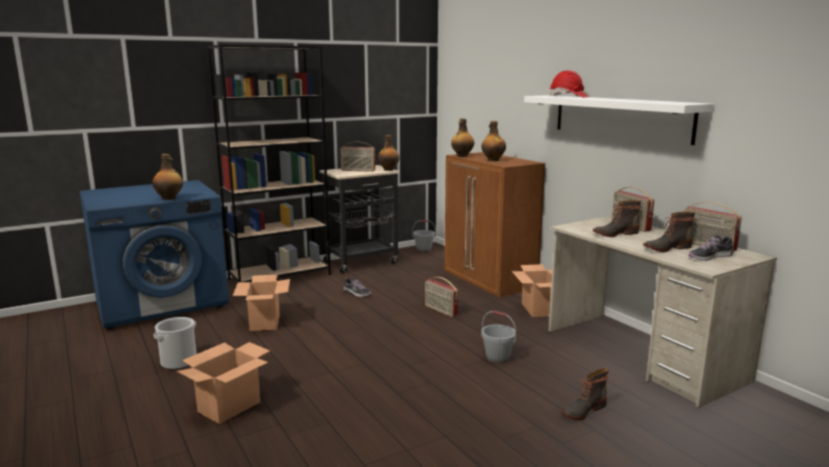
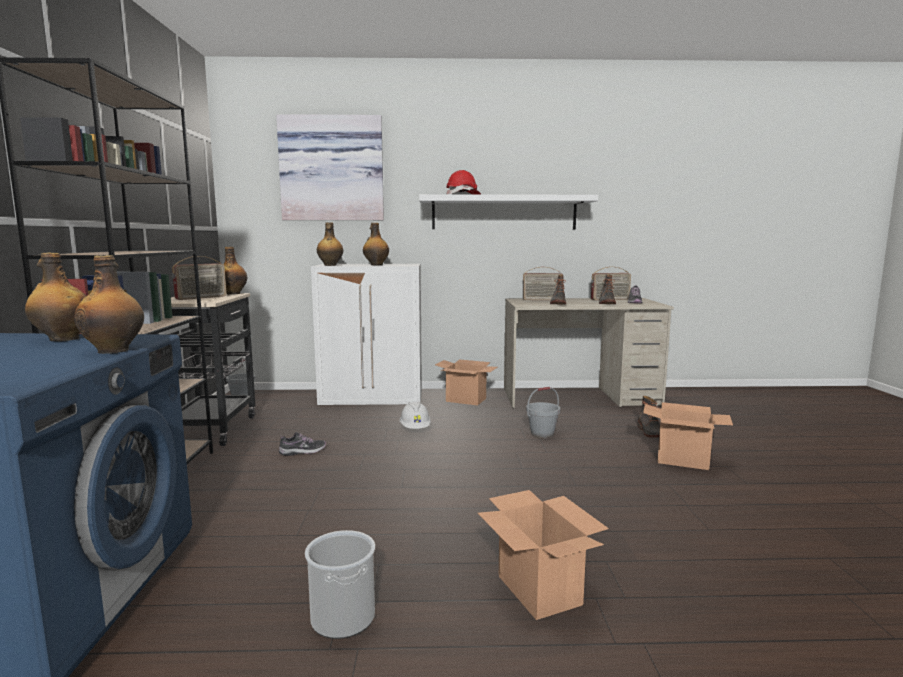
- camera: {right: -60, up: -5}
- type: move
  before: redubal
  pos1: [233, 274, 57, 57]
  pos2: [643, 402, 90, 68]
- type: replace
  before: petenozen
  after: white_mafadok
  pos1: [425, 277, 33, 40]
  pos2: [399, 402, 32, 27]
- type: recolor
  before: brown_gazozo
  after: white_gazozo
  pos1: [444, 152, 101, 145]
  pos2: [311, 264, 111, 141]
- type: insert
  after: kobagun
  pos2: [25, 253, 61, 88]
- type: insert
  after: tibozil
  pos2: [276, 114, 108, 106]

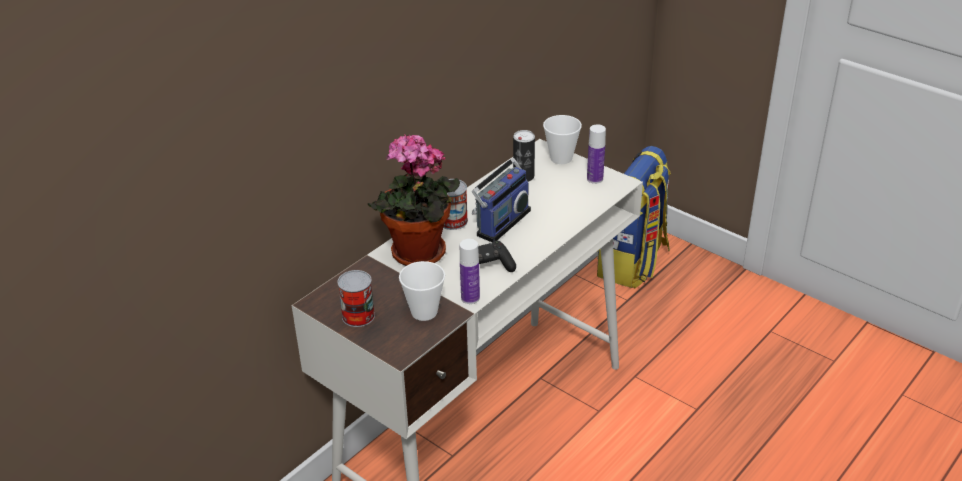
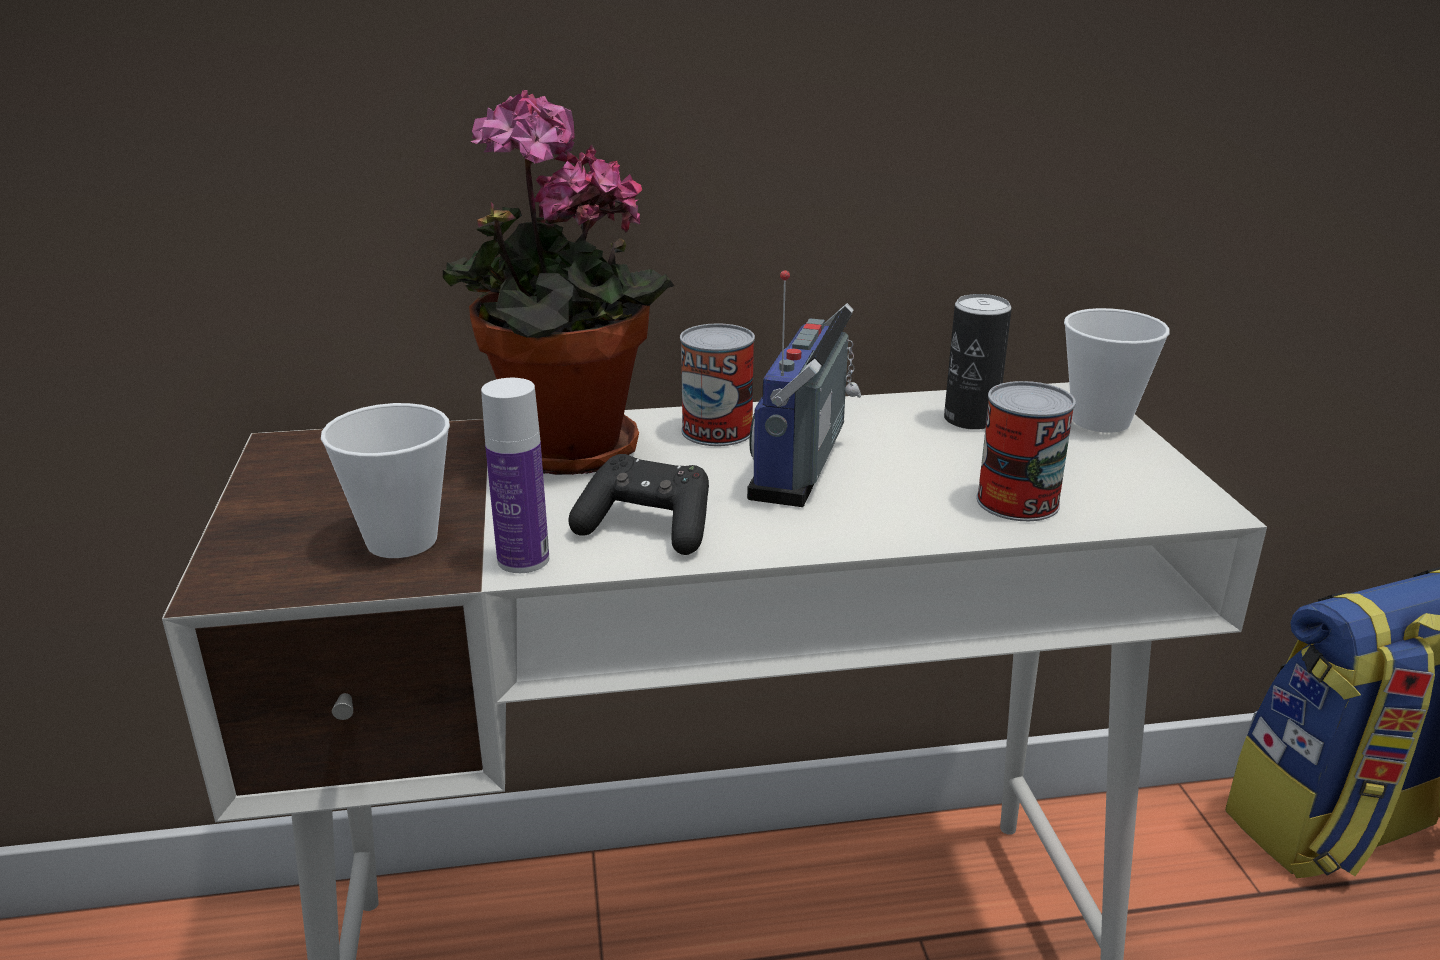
- camera: {right: 40, up: -10}
- type: move
  before: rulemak
  pos1: [338, 270, 37, 57]
  pos2: [976, 381, 100, 140]
- type: rotate
  before: petenozen
  pos1: [472, 137, 59, 105]
  pos2: [747, 270, 114, 237]
  turn: 120
- type: delete
  before: kobagun
  pos1: [587, 125, 19, 59]

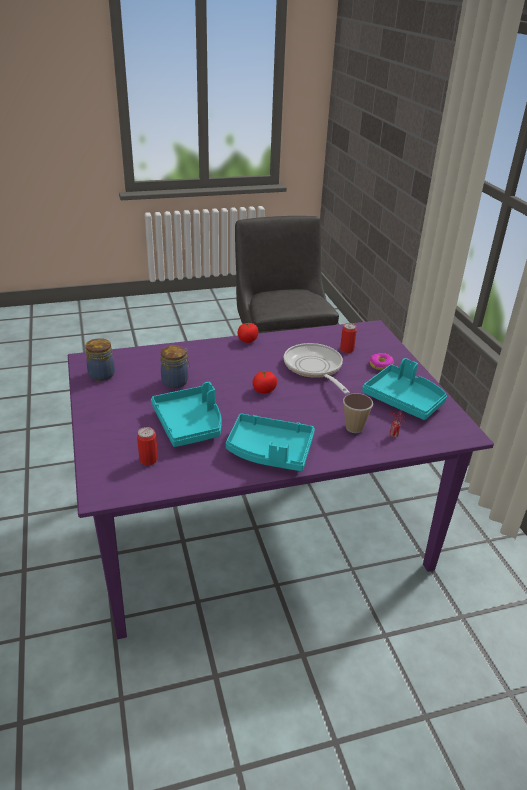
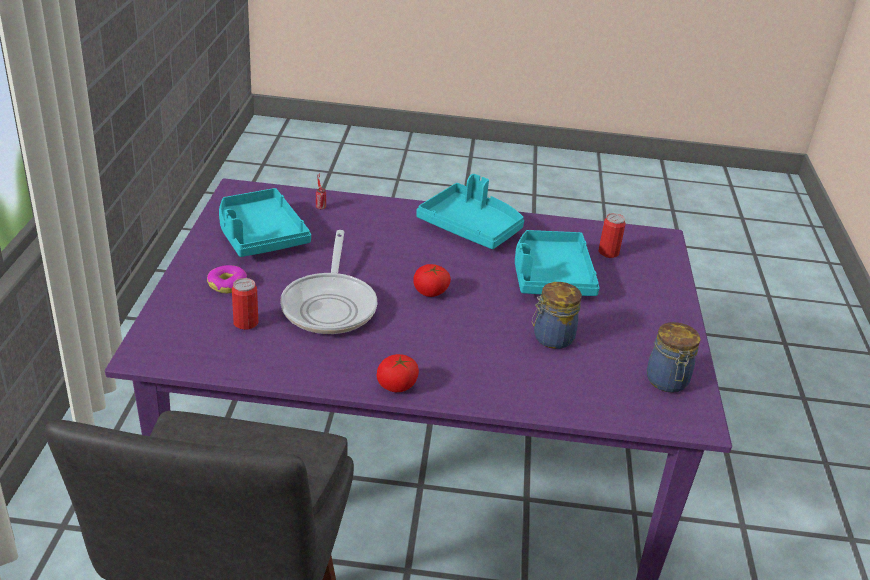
- camera: {right: -160, up: 0}
- type: delete
  before: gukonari
  pos1: [343, 393, 30, 40]

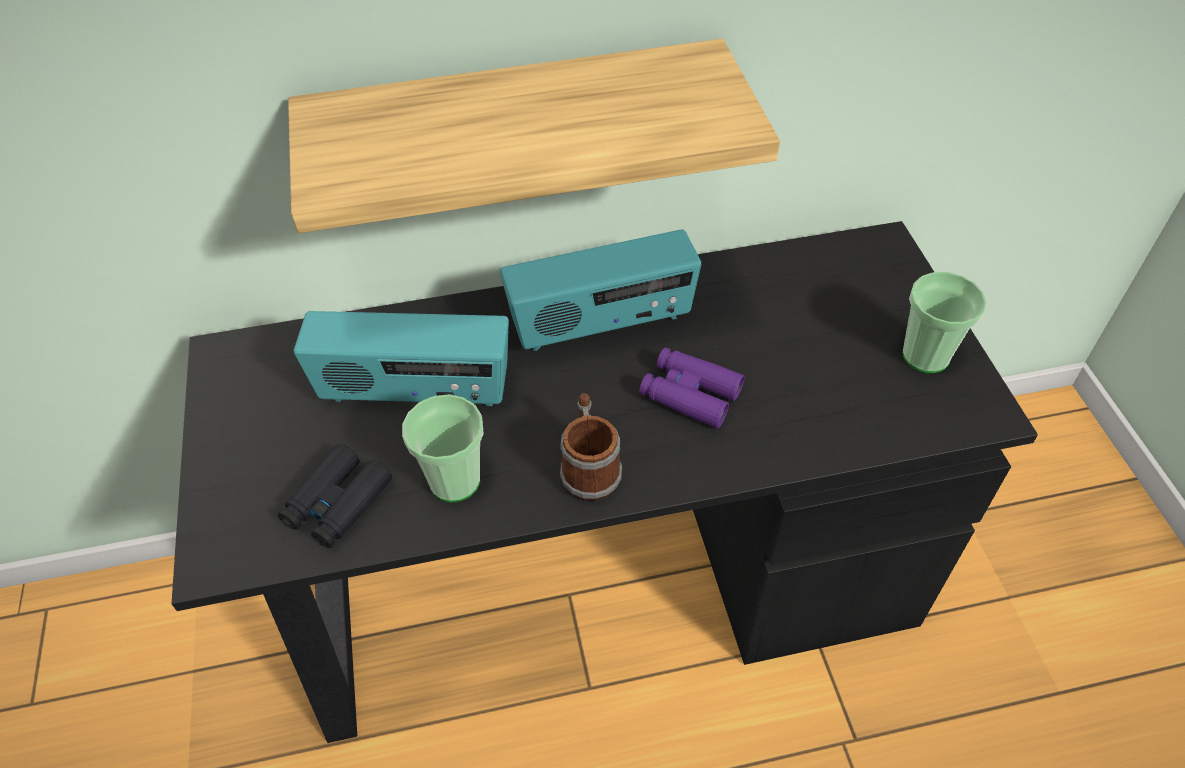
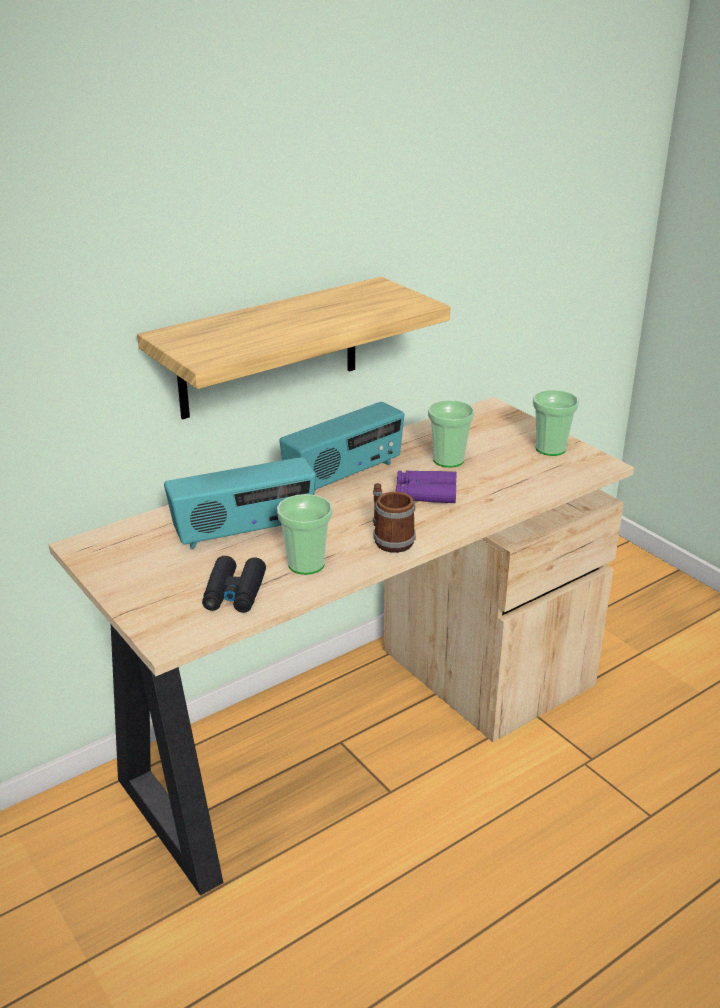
- camera: {right: -25, up: -20}
- type: recolor
  before: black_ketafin
  after: beige_ketafin
  pos1: [171, 221, 867, 522]
  pos2: [49, 397, 585, 498]
- type: insert
  after: gukonari
  pos2: [428, 400, 47, 68]

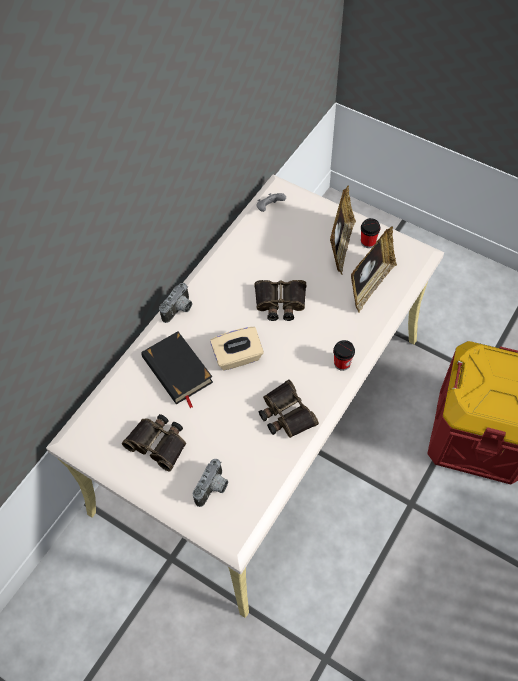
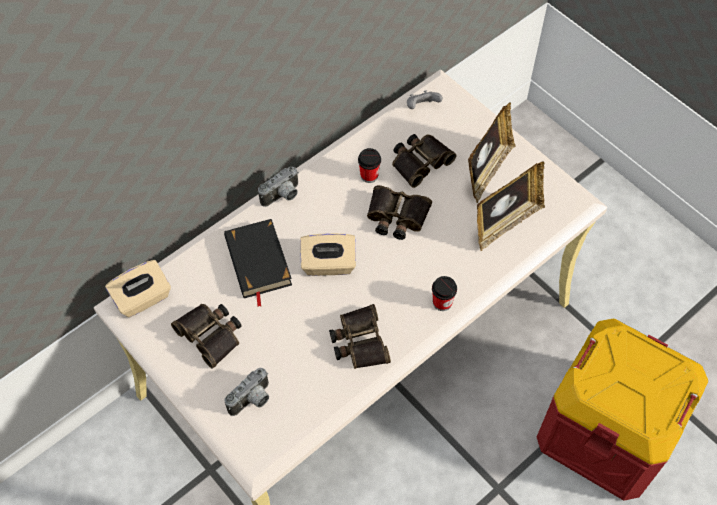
- camera: {right: 15, up: 0}
- type: move
  before: gukonari
  pos1: [361, 218, 19, 30]
  pos2: [358, 148, 23, 35]
- type: insert
  after: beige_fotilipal
  pos2: [105, 260, 66, 58]
- type: insert
  after: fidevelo
  pos2: [392, 134, 64, 54]

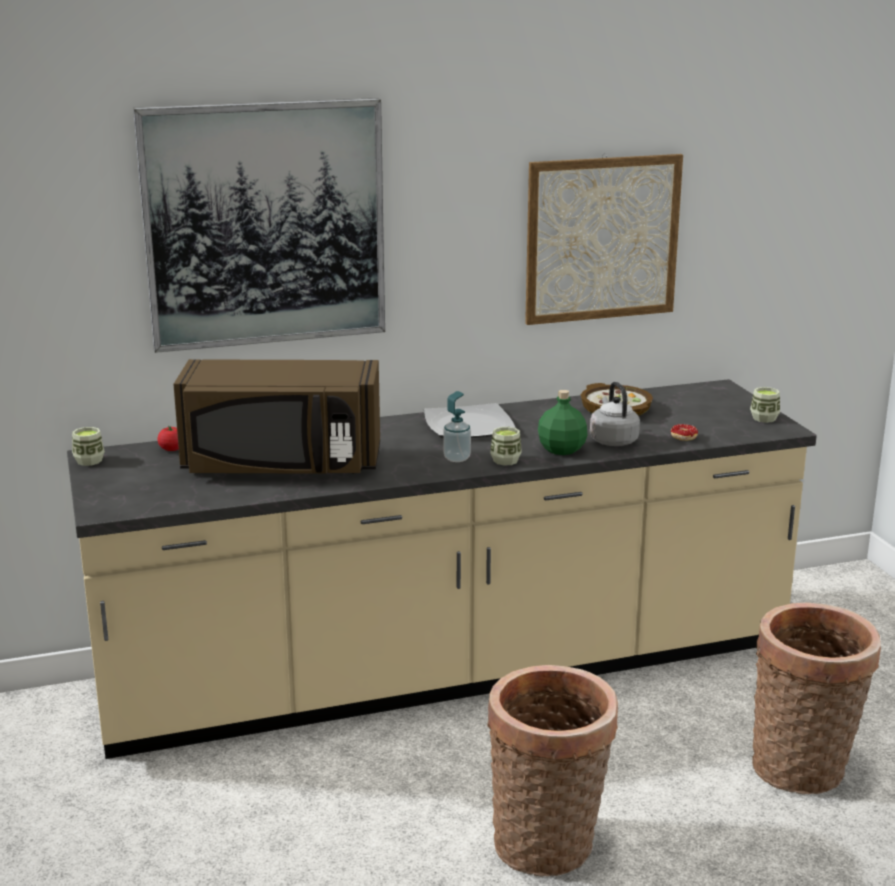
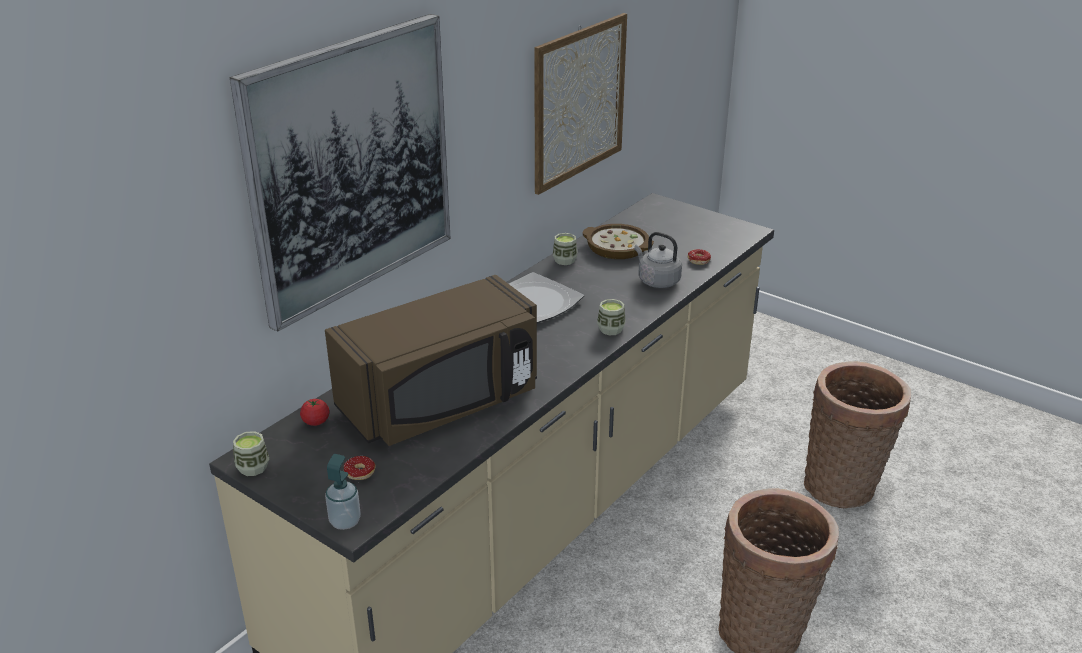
- camera: {right: -35, up: 10}
- type: move
  before: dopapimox
  pos1: [443, 391, 28, 71]
  pos2: [325, 454, 36, 76]
- type: delete
  before: green_kobagun
  pos1: [538, 390, 50, 65]
- type: move
  before: gukonari
  pos1: [750, 387, 30, 36]
  pos2: [553, 233, 24, 32]
- type: insert
  after: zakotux
  pos2: [344, 456, 32, 24]

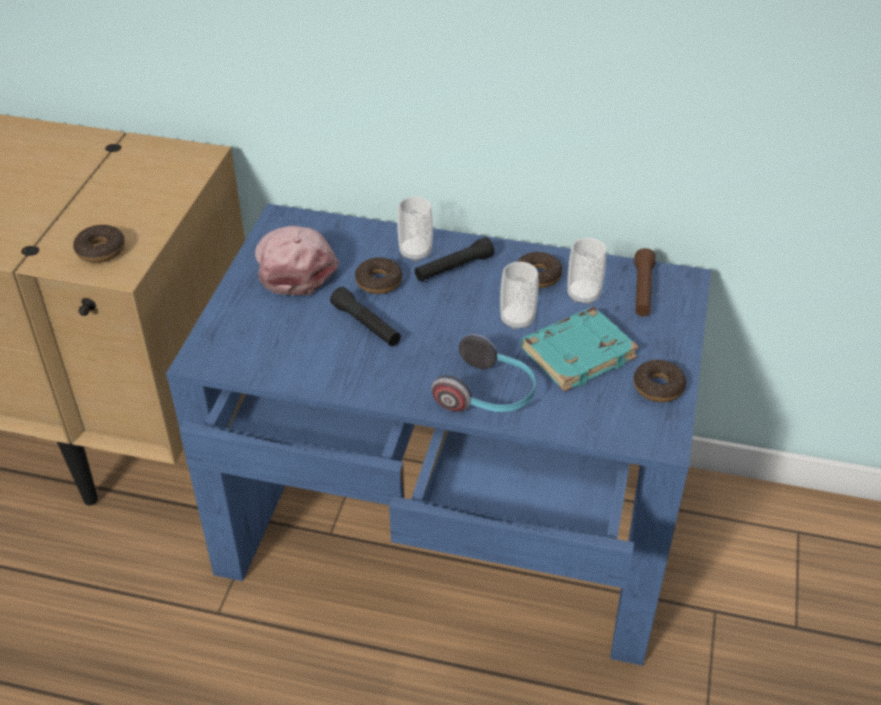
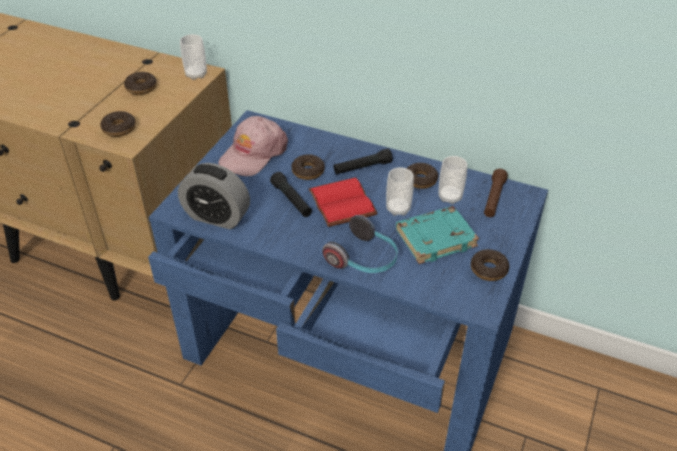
- camera: {right: 10, up: 0}
- type: rotate
  before: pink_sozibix
  pos1: [255, 226, 84, 70]
  pos2: [218, 116, 70, 60]
  turn: -135
- type: move
  before: gukonari
  pos1: [397, 196, 36, 66]
  pos2: [180, 34, 27, 46]
- type: insert
  after: zakotux
  pos2: [124, 72, 33, 23]
- type: insert
  after: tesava
  pos2: [178, 163, 72, 66]
- type: insert
  after: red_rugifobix
  pos2: [309, 177, 69, 50]

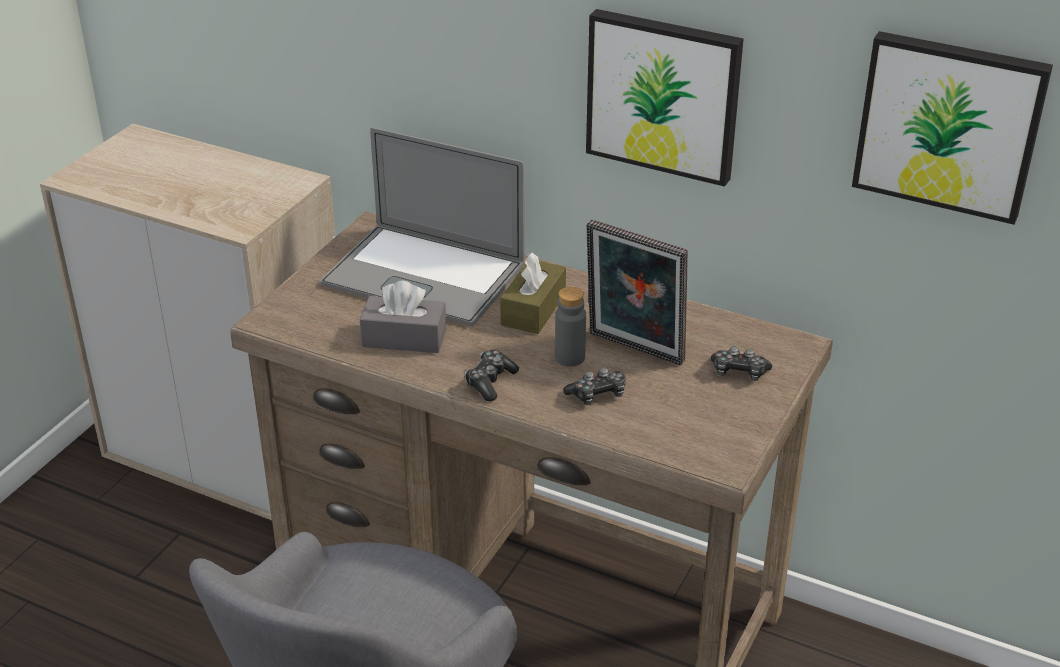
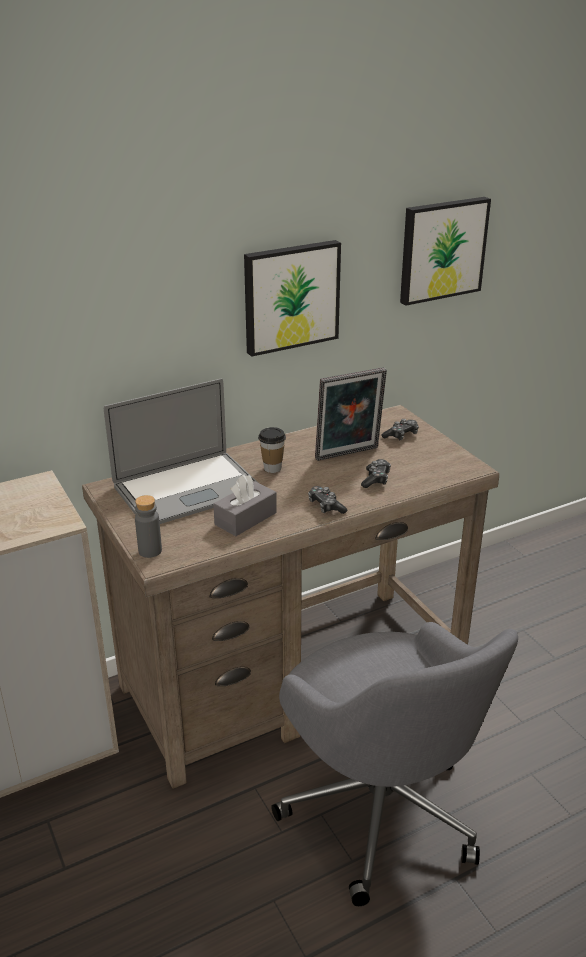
- camera: {right: -55, up: -5}
- type: replace
  before: brown_fotilipal
  after: gukonari
  pos1: [500, 253, 66, 81]
  pos2: [258, 427, 28, 46]
- type: move
  before: grey_kobagun
  pos1: [555, 287, 31, 80]
  pos2: [135, 495, 27, 63]

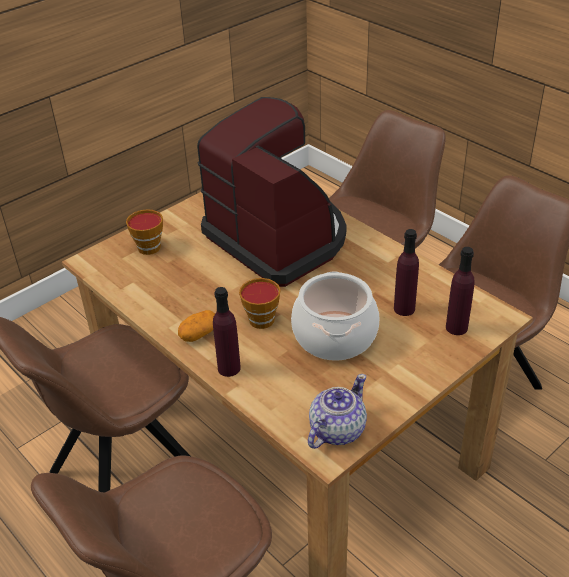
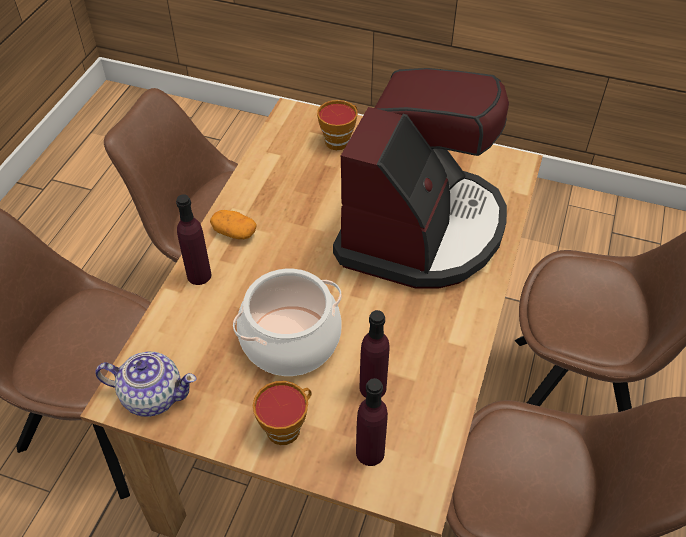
- camera: {right: 60, up: 10}
- type: move
  before: gukonari
  pos1: [239, 278, 42, 51]
  pos2: [253, 381, 59, 64]

